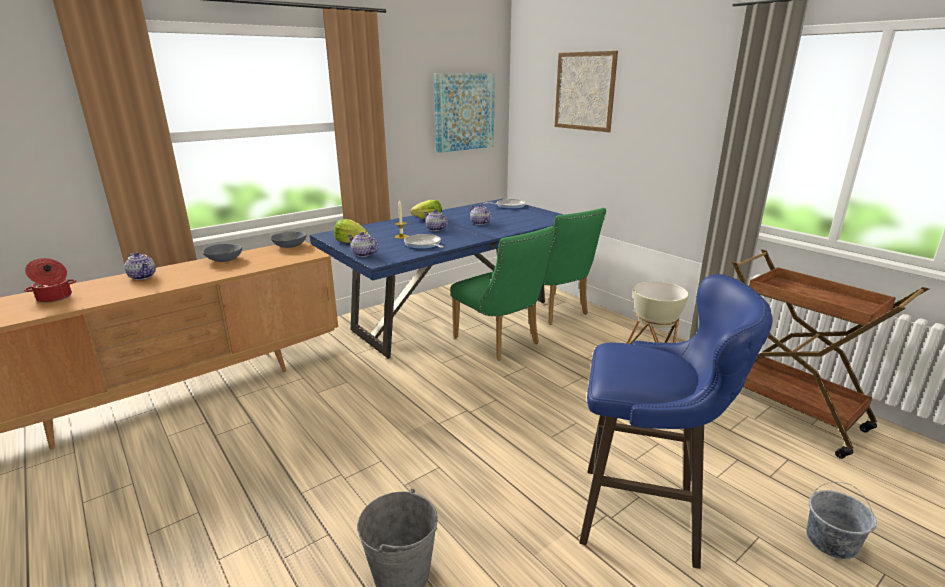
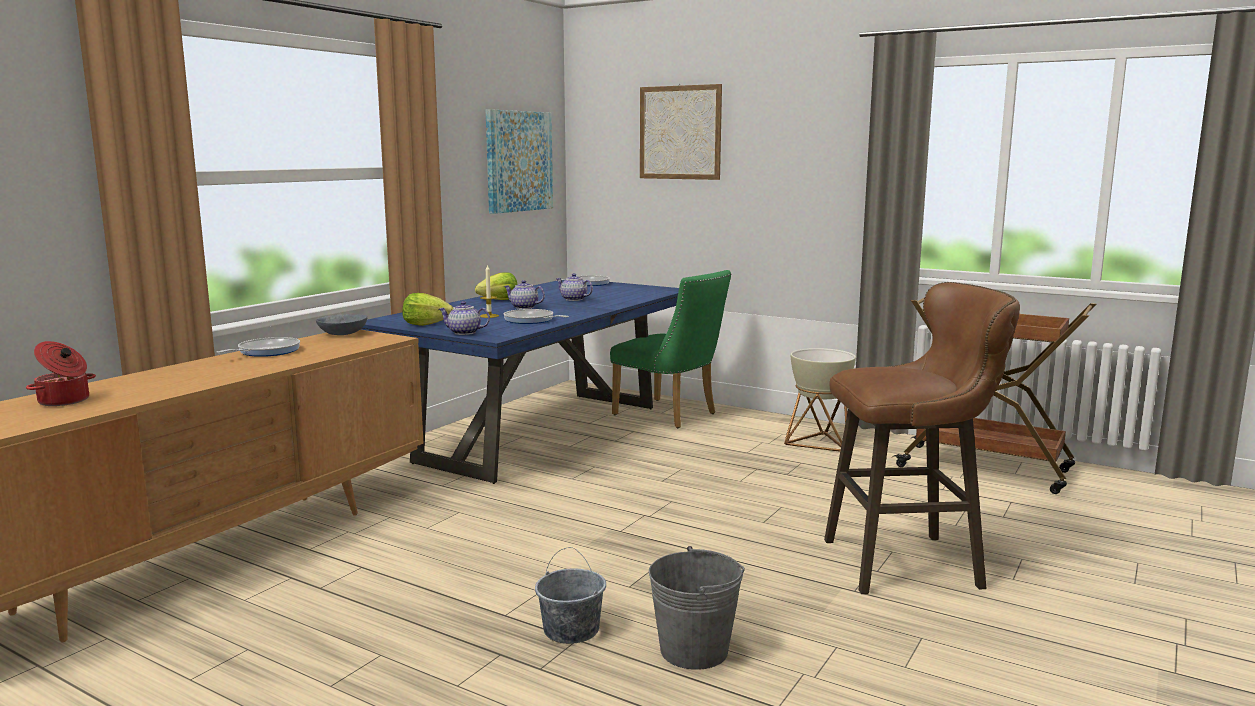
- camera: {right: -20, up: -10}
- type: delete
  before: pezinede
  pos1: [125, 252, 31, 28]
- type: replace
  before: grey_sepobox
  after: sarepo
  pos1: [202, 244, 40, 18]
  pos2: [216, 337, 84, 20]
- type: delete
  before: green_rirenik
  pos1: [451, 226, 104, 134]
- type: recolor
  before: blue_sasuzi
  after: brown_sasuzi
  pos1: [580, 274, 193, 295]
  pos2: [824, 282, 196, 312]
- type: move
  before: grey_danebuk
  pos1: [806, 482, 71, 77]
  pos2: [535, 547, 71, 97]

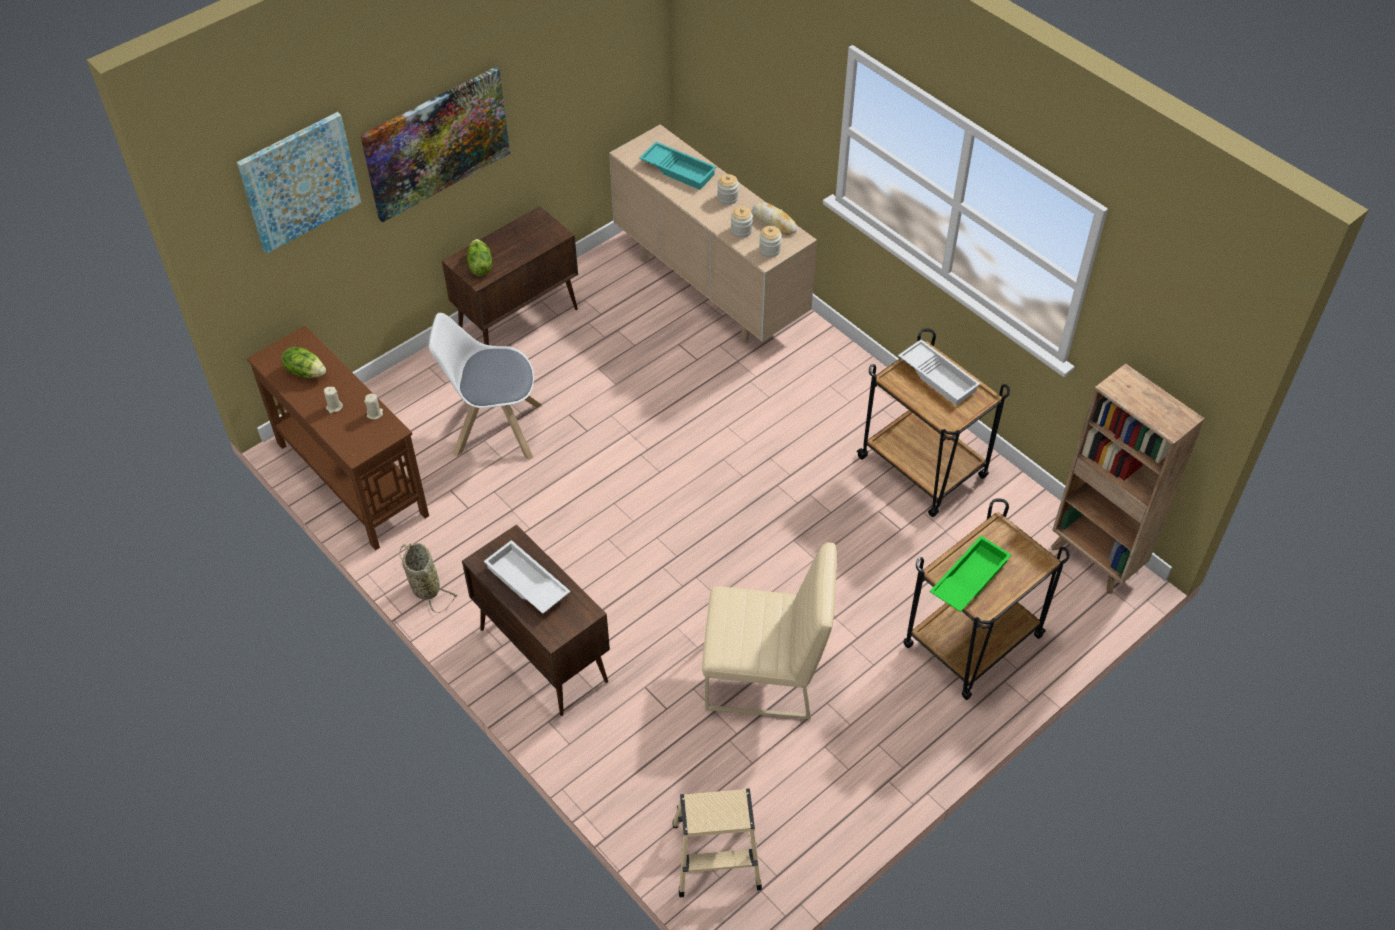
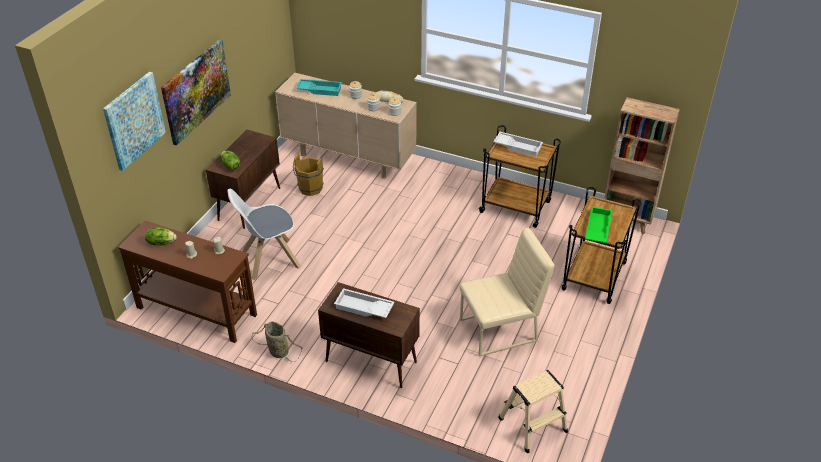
- camera: {right: -25, up: -10}
- type: insert
  after: brown_danebuk
  pos2: [293, 154, 31, 42]

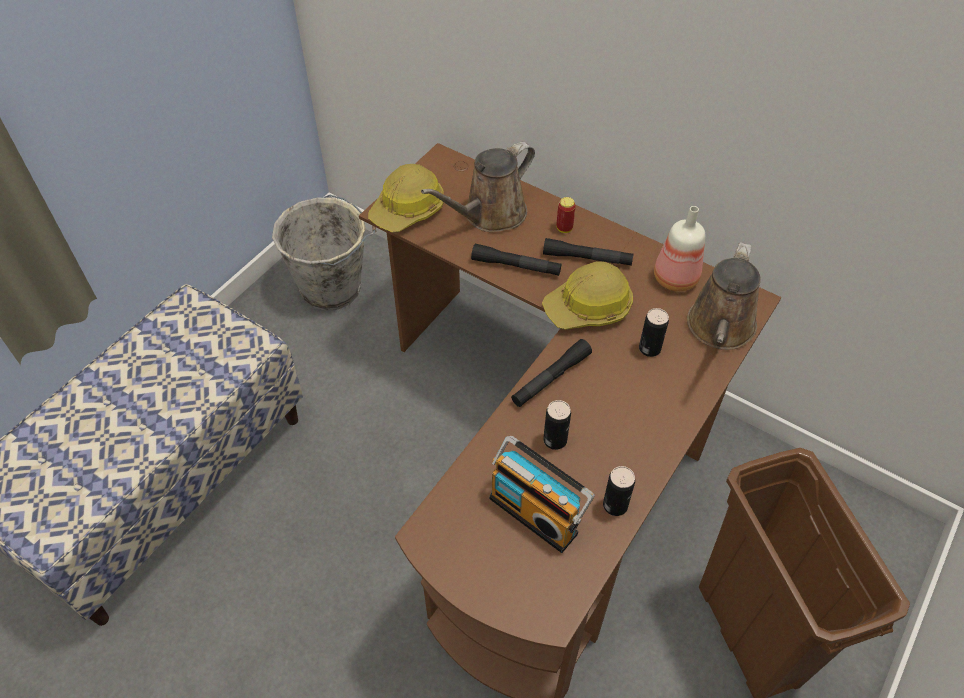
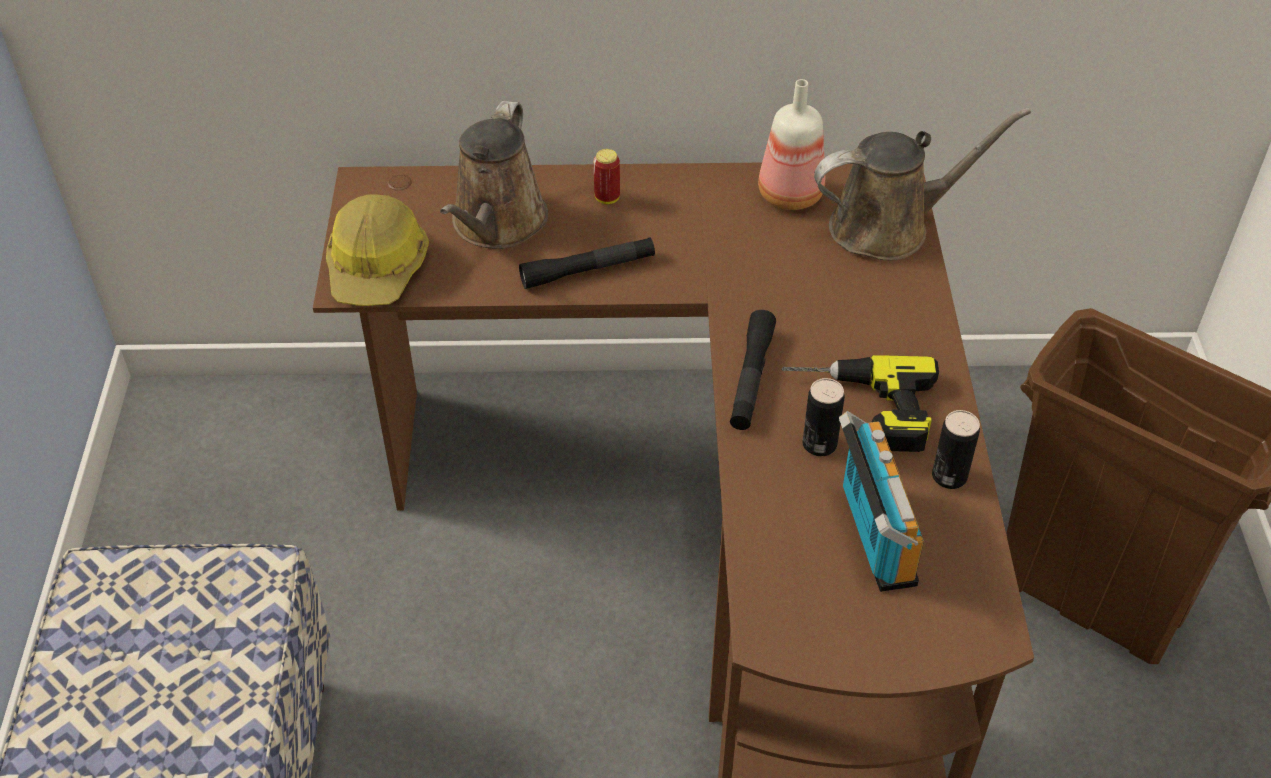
- camera: {right: -35, up: -5}
- type: delete
  before: grey_danebuk
  pos1: [272, 195, 104, 116]
- type: rotate
  before: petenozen
  pos1: [489, 436, 106, 117]
  pos2: [839, 411, 85, 181]
  turn: -105
- type: delete
  before: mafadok
  pos1: [542, 261, 91, 69]
- type: delete
  before: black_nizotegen
  pos1: [543, 238, 91, 28]
- type: delete
  before: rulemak
  pos1: [639, 308, 30, 49]
- type: rotate
  before: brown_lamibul
  pos1: [687, 242, 74, 108]
  pos2: [814, 108, 217, 153]
  turn: -90
- type: insert
  after: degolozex
  pos2: [781, 355, 158, 97]

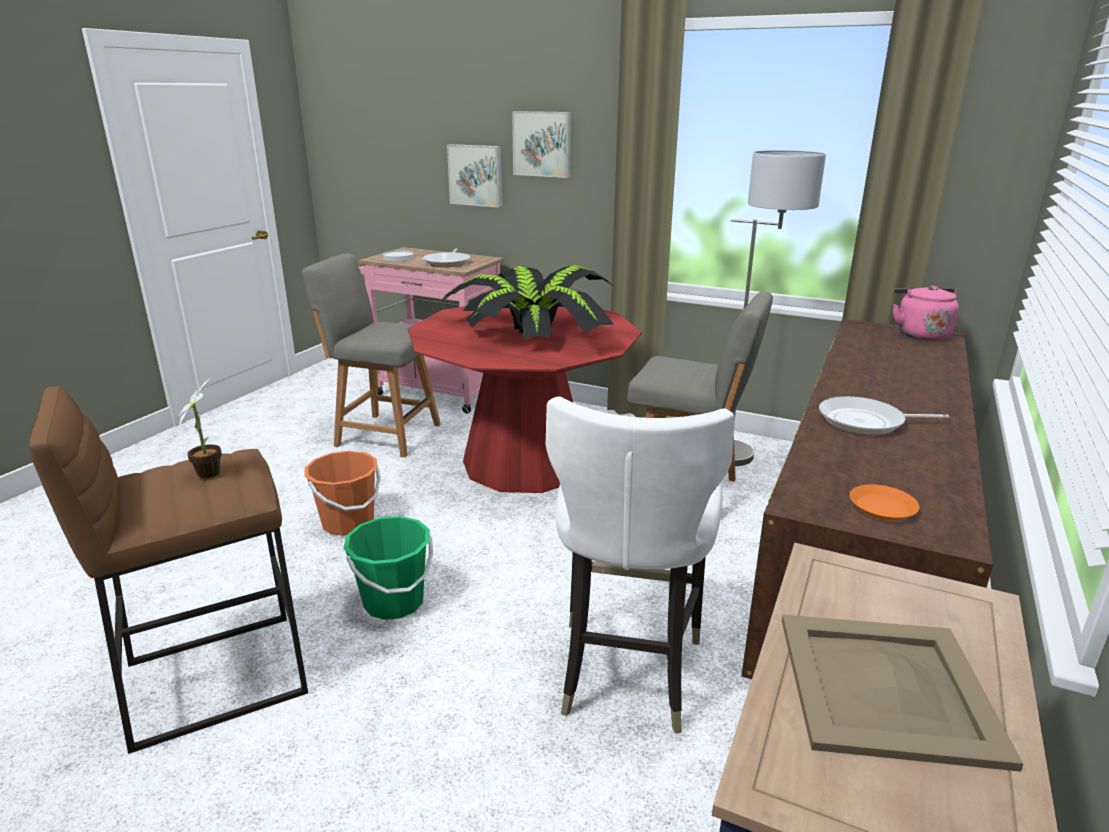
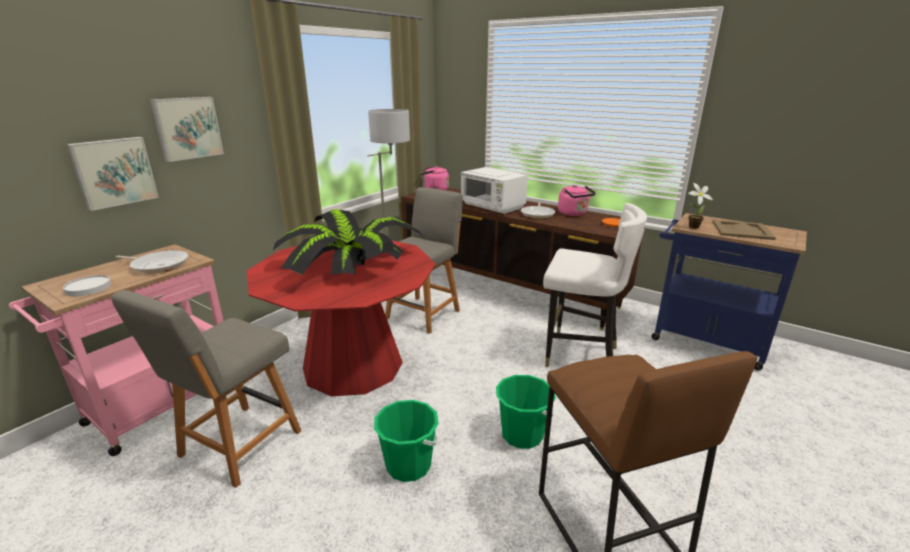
- camera: {right: -80, up: 0}
- type: move
  before: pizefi
  pos1: [178, 377, 44, 101]
  pos2: [688, 183, 25, 46]
- type: recolor
  before: orange_danebuk
  after: green_danebuk
  pos1: [305, 451, 76, 85]
  pos2: [374, 400, 65, 82]
- type: insert
  after: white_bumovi
  pos2: [460, 167, 68, 47]
- type: insert
  after: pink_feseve
  pos2: [558, 185, 38, 31]

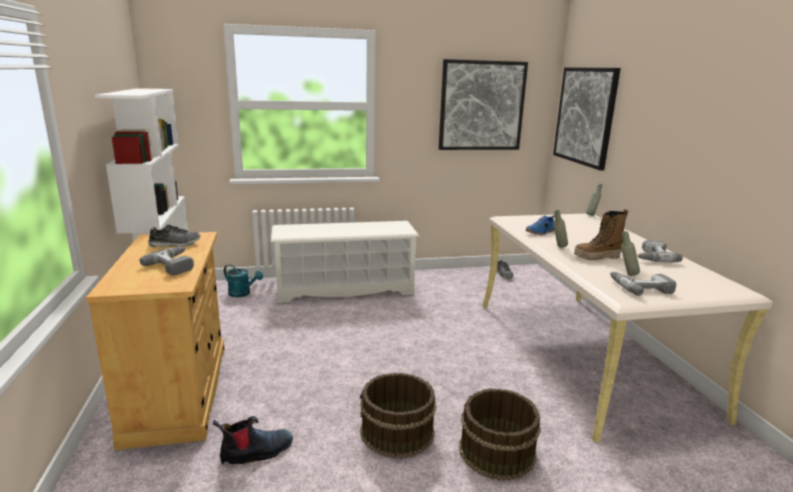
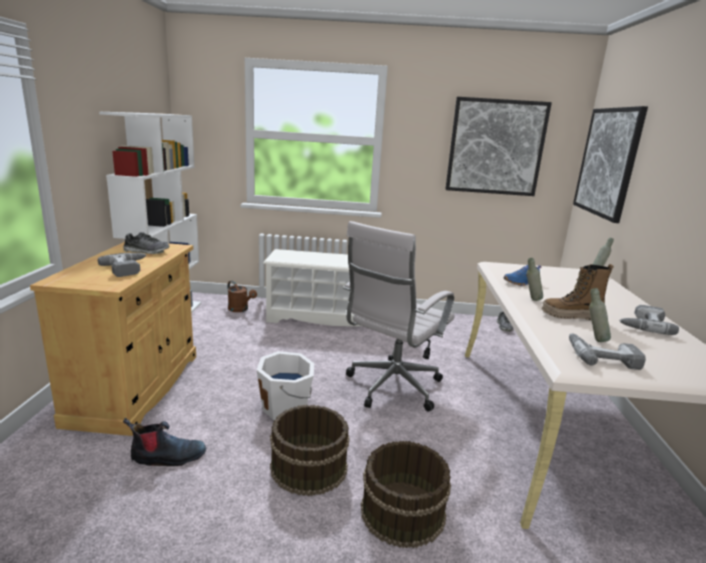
- camera: {right: 15, up: 0}
- type: recolor
  before: turquoise_lamibul
  after: brown_lamibul
  pos1: [224, 264, 39, 33]
  pos2: [227, 281, 30, 31]
- type: insert
  after: white_danebuk
  pos2: [257, 351, 57, 69]
- type: insert
  after: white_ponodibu
  pos2: [343, 221, 112, 191]

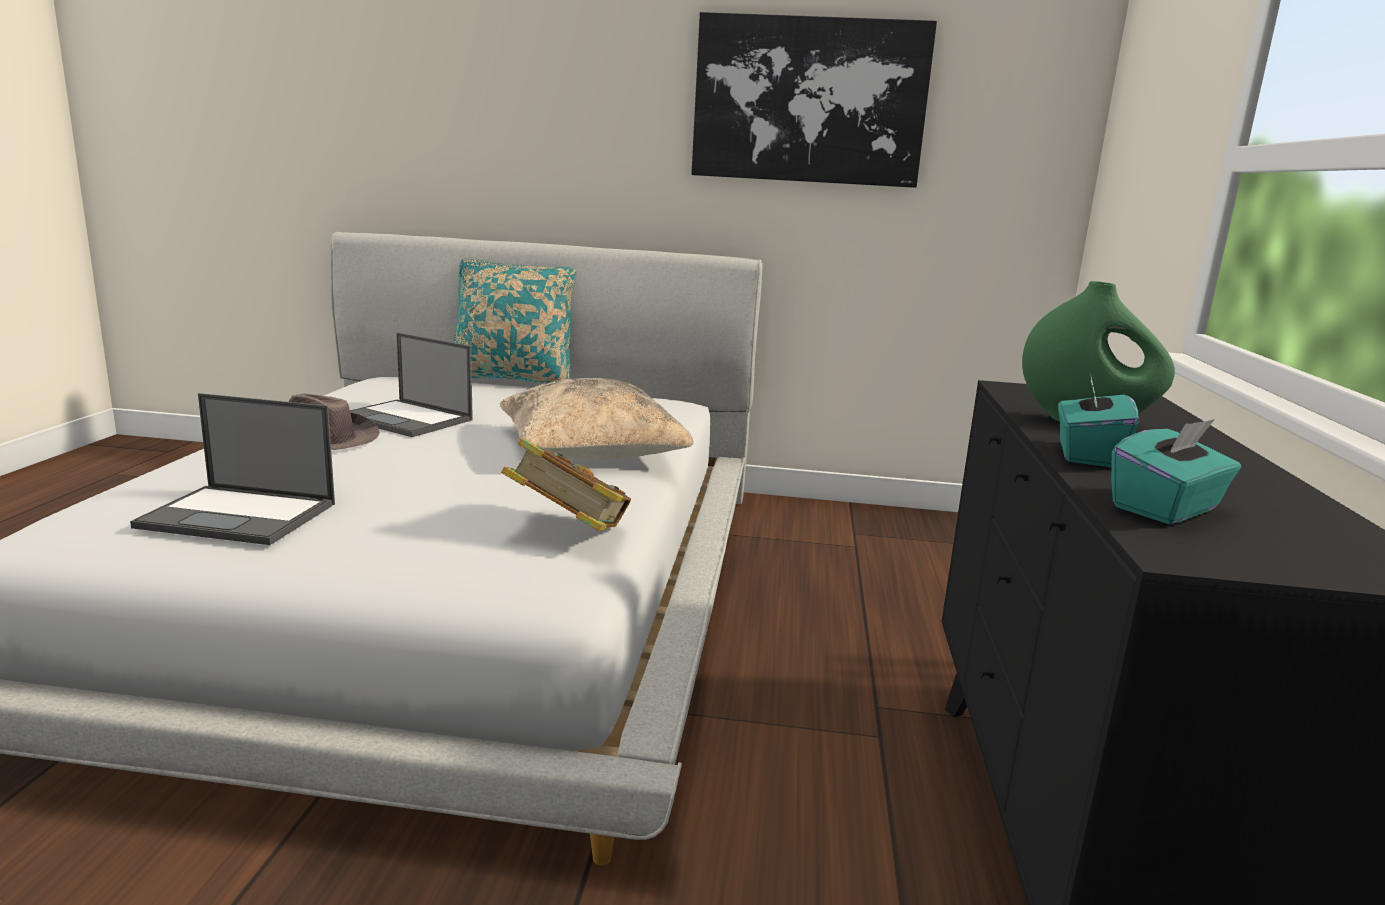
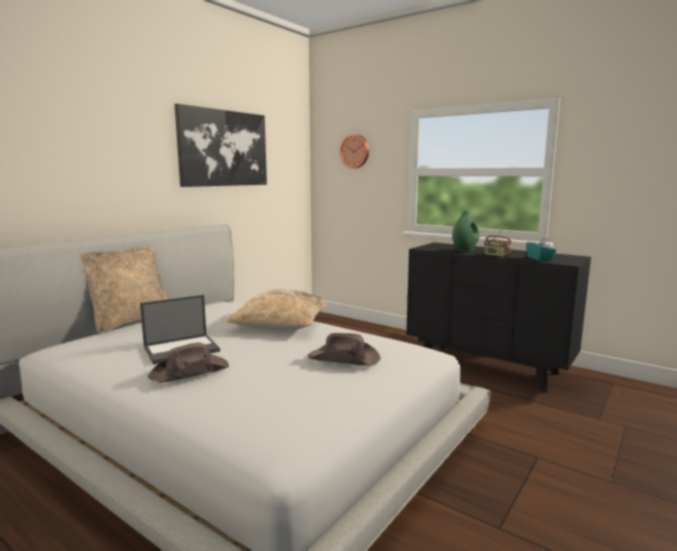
- camera: {right: -60, up: -5}
- type: delete
  before: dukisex
  pos1: [130, 393, 205, 152]
- type: recolor
  before: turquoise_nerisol
  after: beige_nerisol
  pos1: [454, 258, 122, 126]
  pos2: [79, 245, 88, 89]
- type: delete
  before: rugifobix
  pos1: [501, 438, 130, 93]
- type: replace
  before: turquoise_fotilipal
  after: petenozen
  pos1: [1058, 372, 81, 95]
  pos2: [484, 229, 28, 28]
- type: insert
  after: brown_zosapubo
  pos2: [308, 333, 73, 33]
- type: insert
  after: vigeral
  pos2: [340, 134, 29, 34]

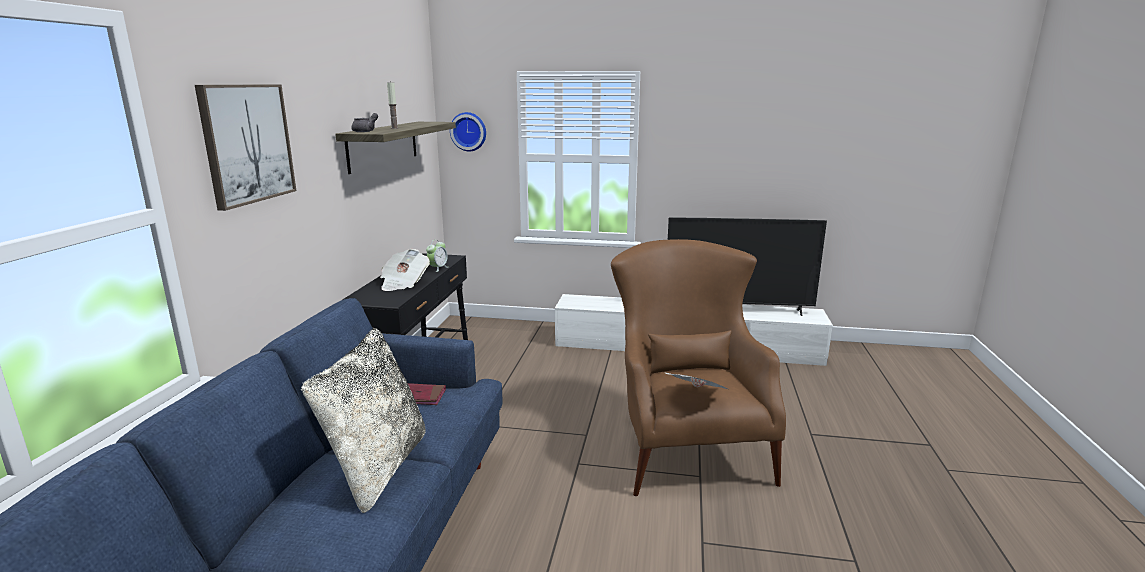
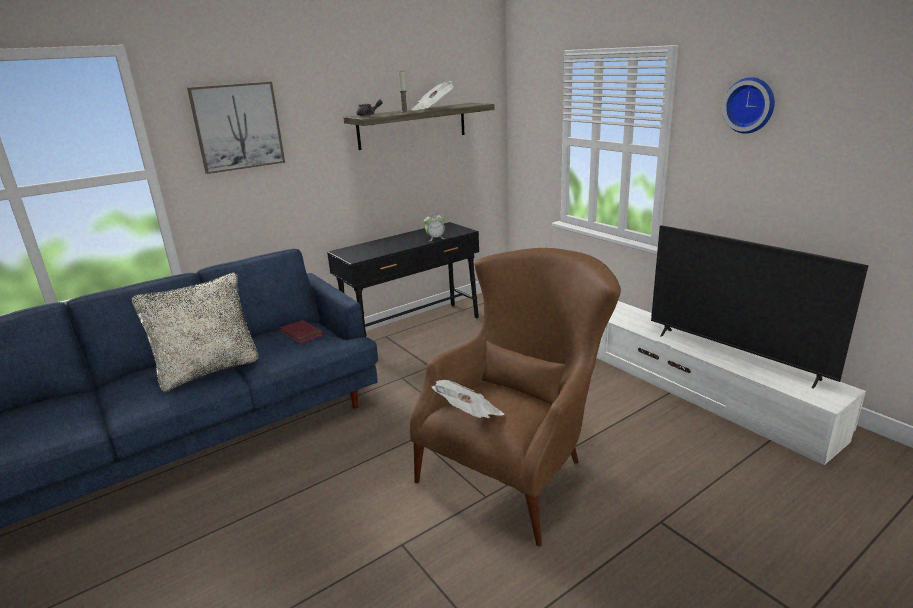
- camera: {right: 45, up: 5}
- type: move
  before: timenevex
  pos1: [380, 249, 50, 42]
  pos2: [411, 81, 43, 29]
- type: move
  before: vigeral
  pos1: [450, 112, 36, 39]
  pos2: [722, 77, 53, 57]

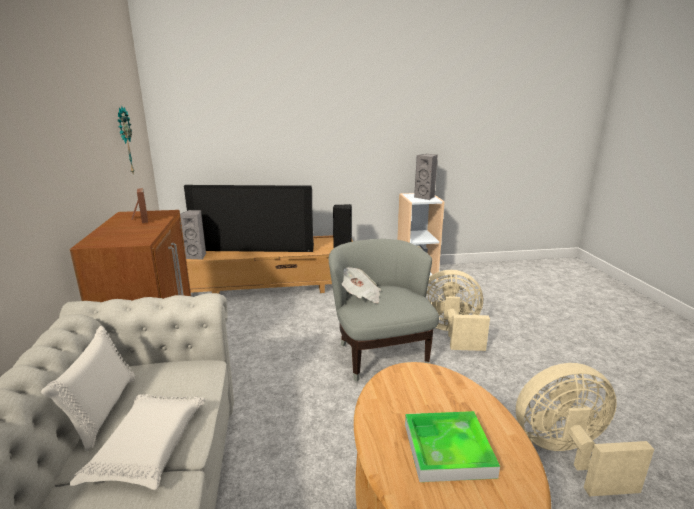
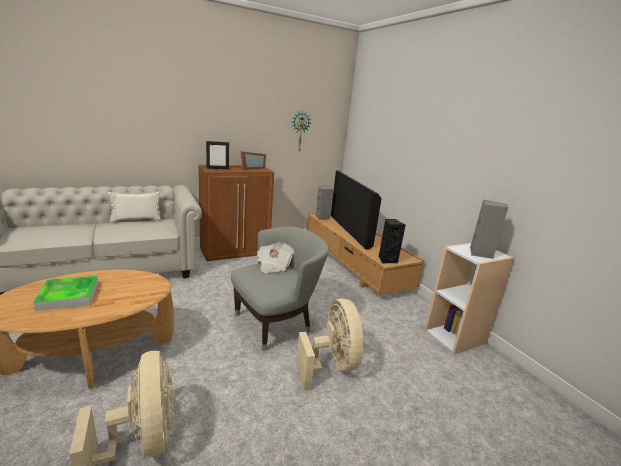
- camera: {right: 70, up: 0}
- type: delete
  before: white_nerisol
  pos1: [70, 394, 135, 96]
- type: insert
  after: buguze
  pos2: [206, 141, 23, 28]

